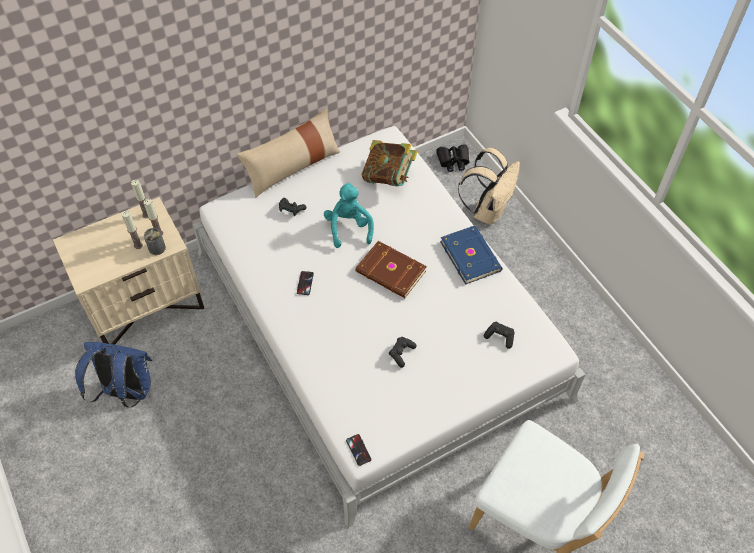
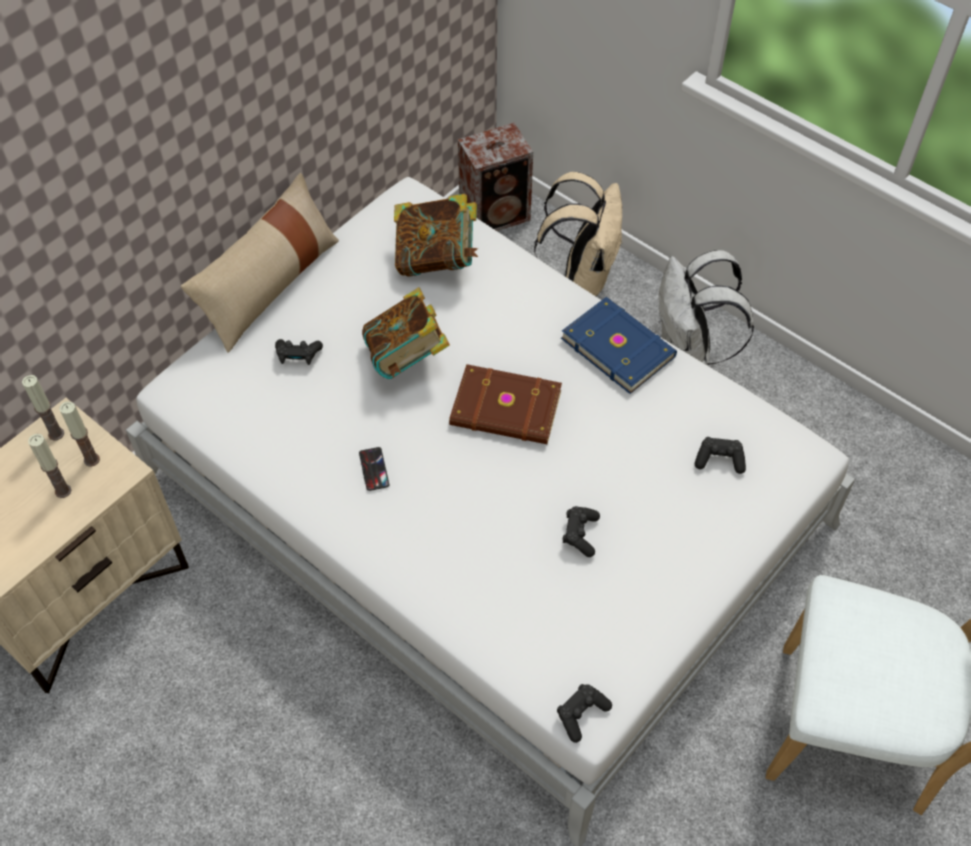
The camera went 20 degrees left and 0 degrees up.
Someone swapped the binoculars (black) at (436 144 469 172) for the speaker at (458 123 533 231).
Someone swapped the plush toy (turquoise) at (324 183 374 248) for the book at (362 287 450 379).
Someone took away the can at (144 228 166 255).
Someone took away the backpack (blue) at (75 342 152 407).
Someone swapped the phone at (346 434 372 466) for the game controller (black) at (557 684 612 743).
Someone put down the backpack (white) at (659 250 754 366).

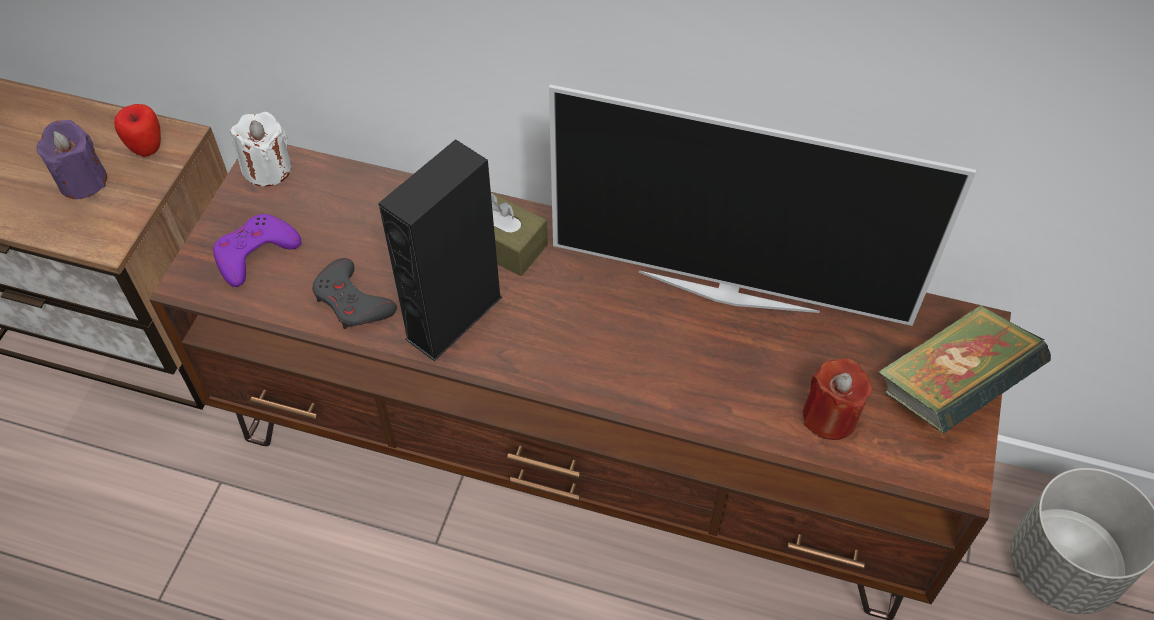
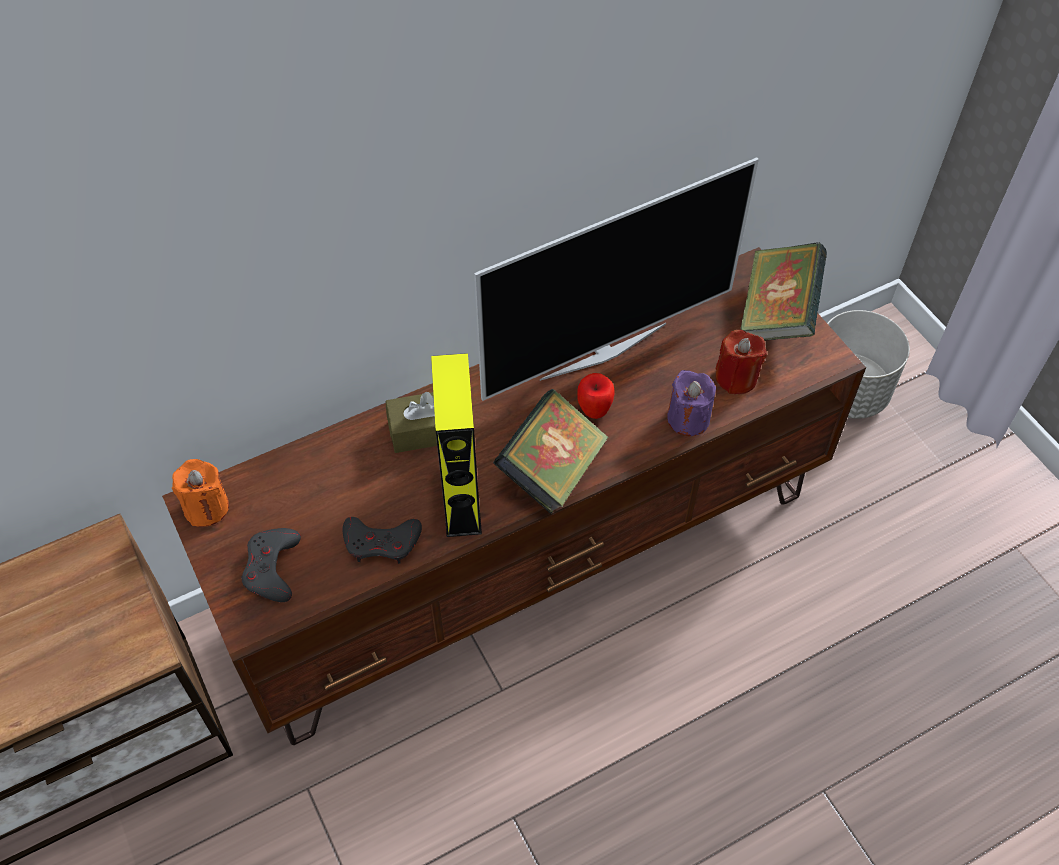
The camera went 45 degrees left and 0 degrees up.
Someone carried the apple from (114 104 161 157) to (577 373 614 419).
Someone repainted the candle (white) at (230 112 291 187), which became the candle (orange) at (172 459 229 527).
Someone carried the candle (purple) from (36 120 107 199) to (667 370 716 436).
Someone repainted the speaker (black) at (378 139 502 361), which became the speaker (yellow) at (431 353 482 537).
Someone repainted the game controller (purple) at (213 214 301 287), which became the game controller (grey) at (241 528 301 602).
Someone put down the book at (493 389 608 514).

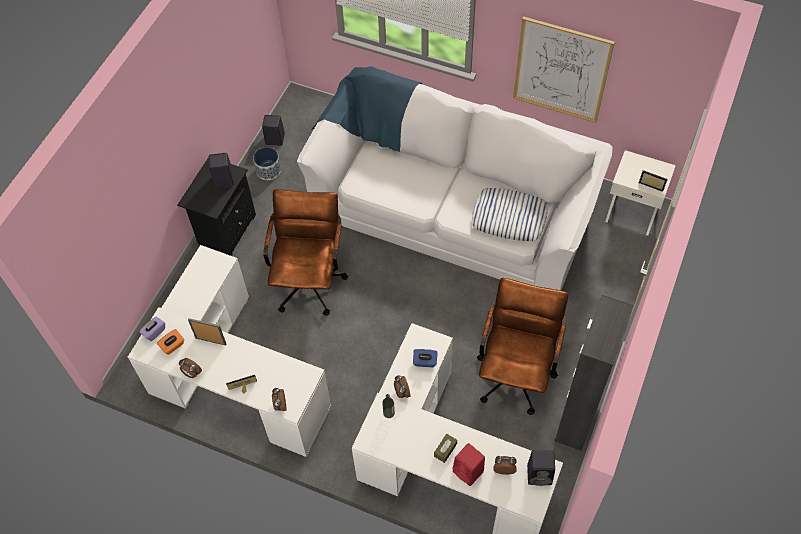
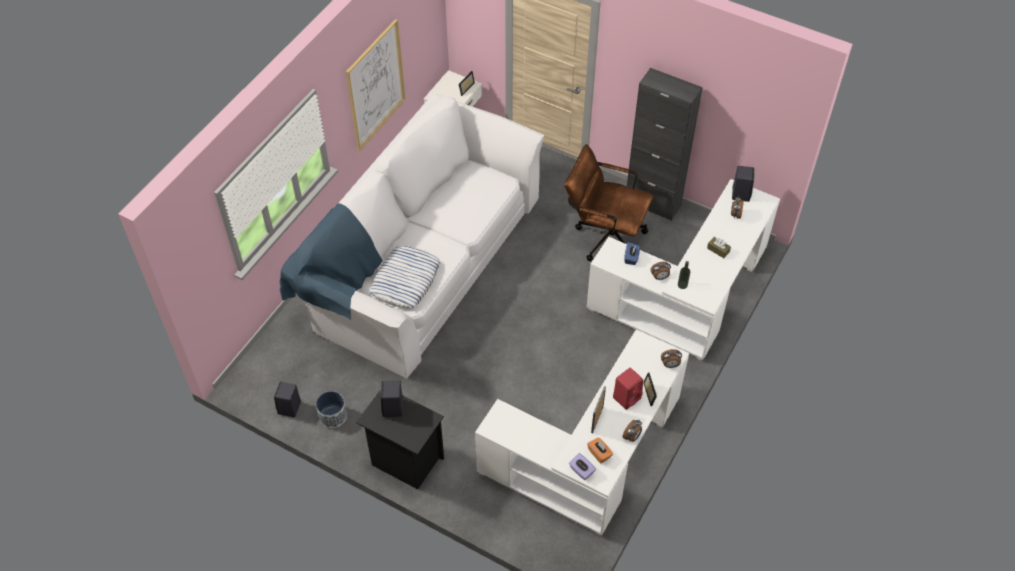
The camera went 85 degrees left and 5 degrees down.
Someone carried the pillow from (472 188 548 241) to (370 246 440 308).
Someone took away the office chair (brown) at (263 189 348 316).
Someone carried the speaker (red) from (452 443 485 486) to (613 368 643 410).

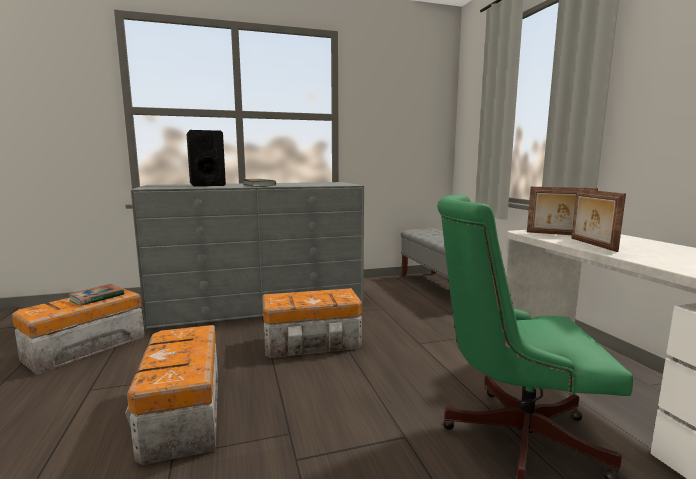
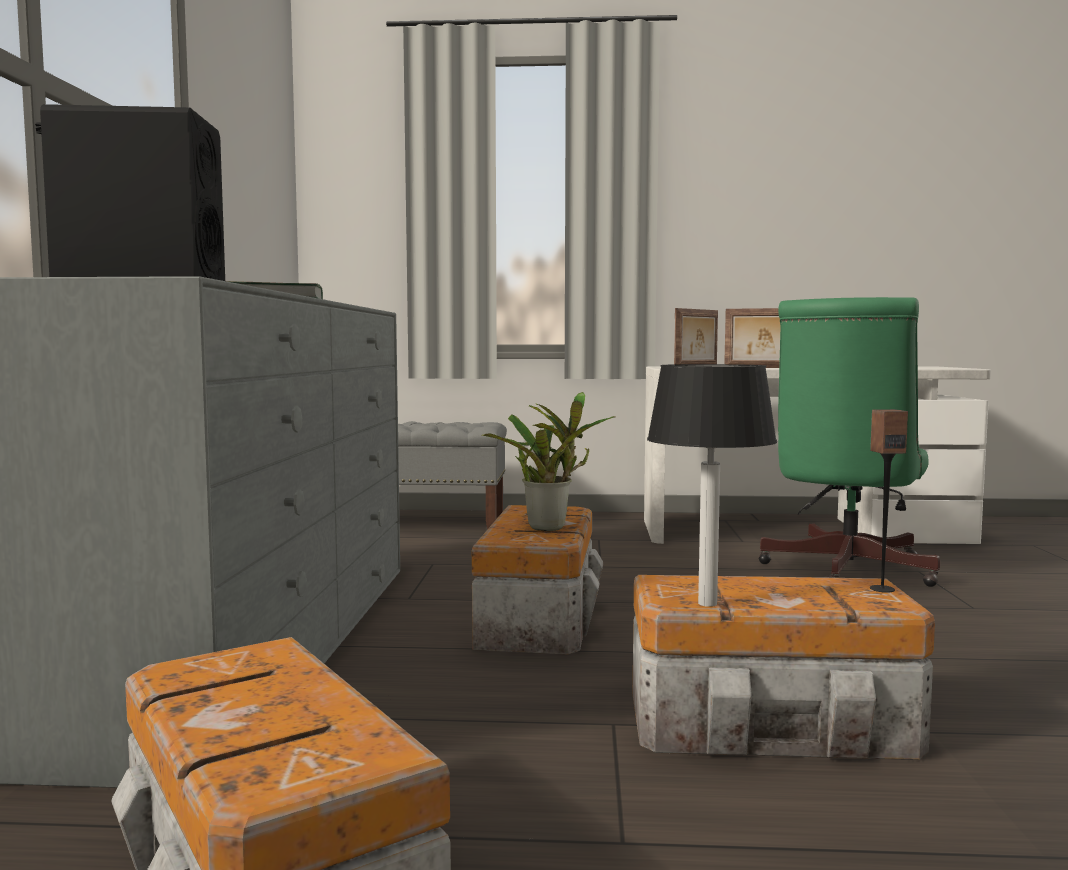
The camera went 70 degrees left and 5 degrees down.
Someone took away the book at (68 284 124 306).
Someone put down the table lamp at (647 364 777 607).
Someone put down the potted plant at (482 392 616 531).
Someone put down the speaker at (870 409 908 593).

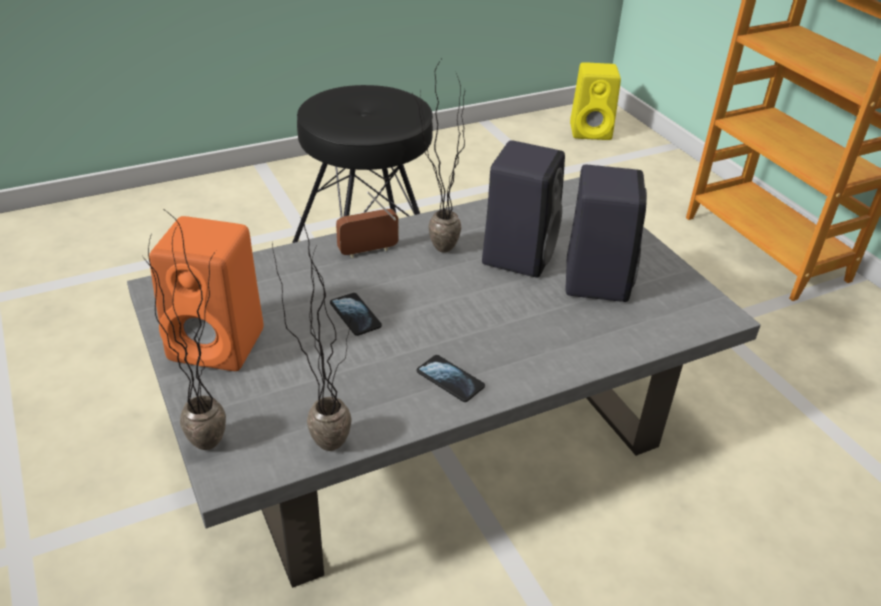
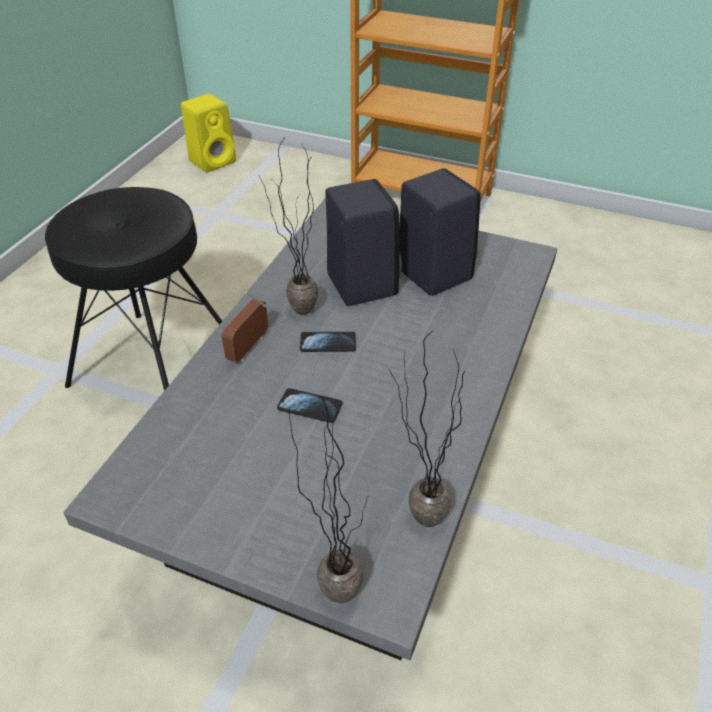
The camera went 40 degrees left and 5 degrees up.
Someone took away the speaker (orange) at (149 216 264 371).
Someone carried the phone from (417 355 485 402) to (300 332 356 352).

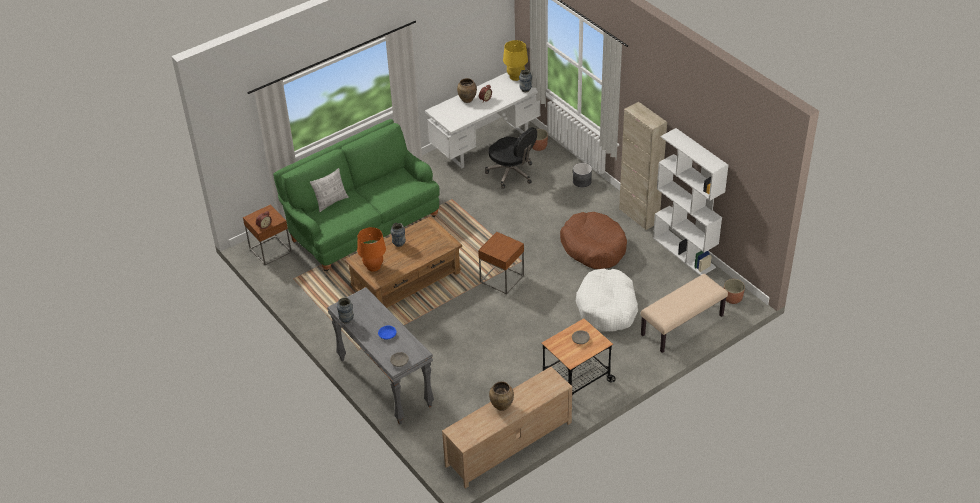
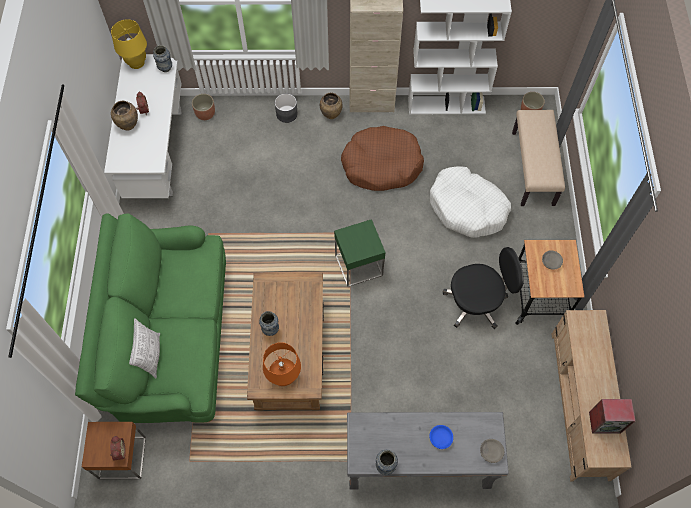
The camera went 55 degrees left and 20 degrees up.
Someone carried the office chair (black) from (485 127 537 189) to (443 247 524 329).
Someone repainted the side table (brown) at (478 232 524 294), which became the side table (green) at (334 219 385 287).
Someone carried the vase (brown) from (489 381 514 411) to (320 92 343 119).
Someone put down the speaker at (589 399 635 434).

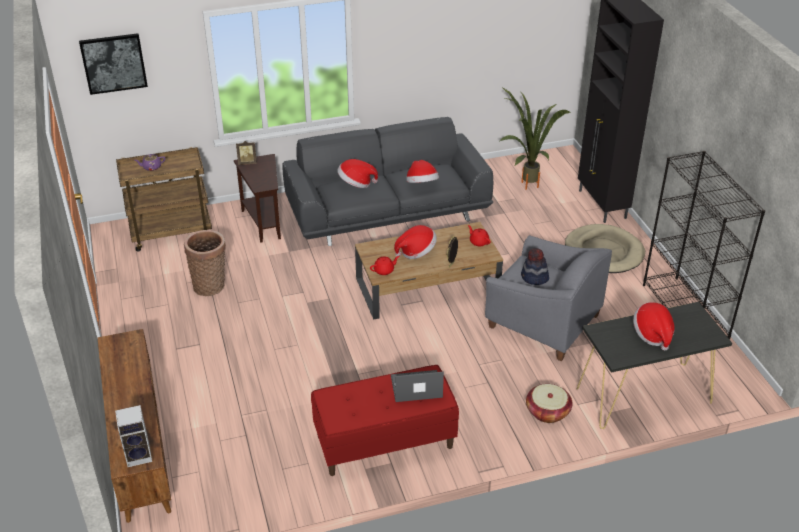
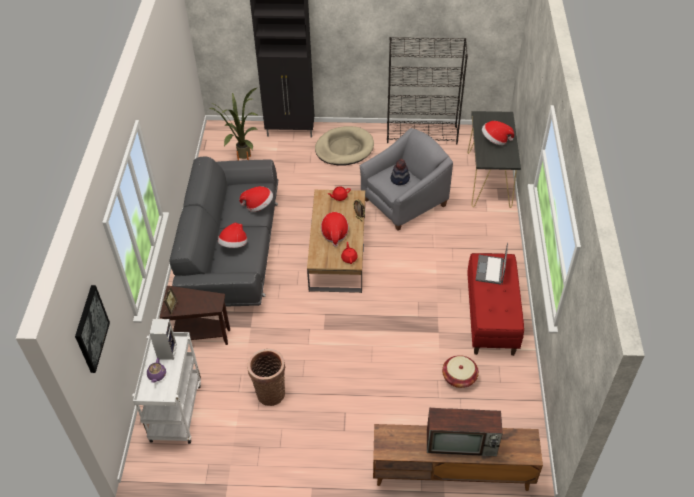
The camera went 70 degrees left and 10 degrees up.
Someone repainted the cart (brown) at (116 147 212 252), which became the cart (white) at (132 332 201 444).
Someone carried the basket from (526 384 572 423) to (442 355 479 388).
Someone carried the speaker from (115 405 152 467) to (149 319 177 360).
Someone put down the television at (427 408 503 457).

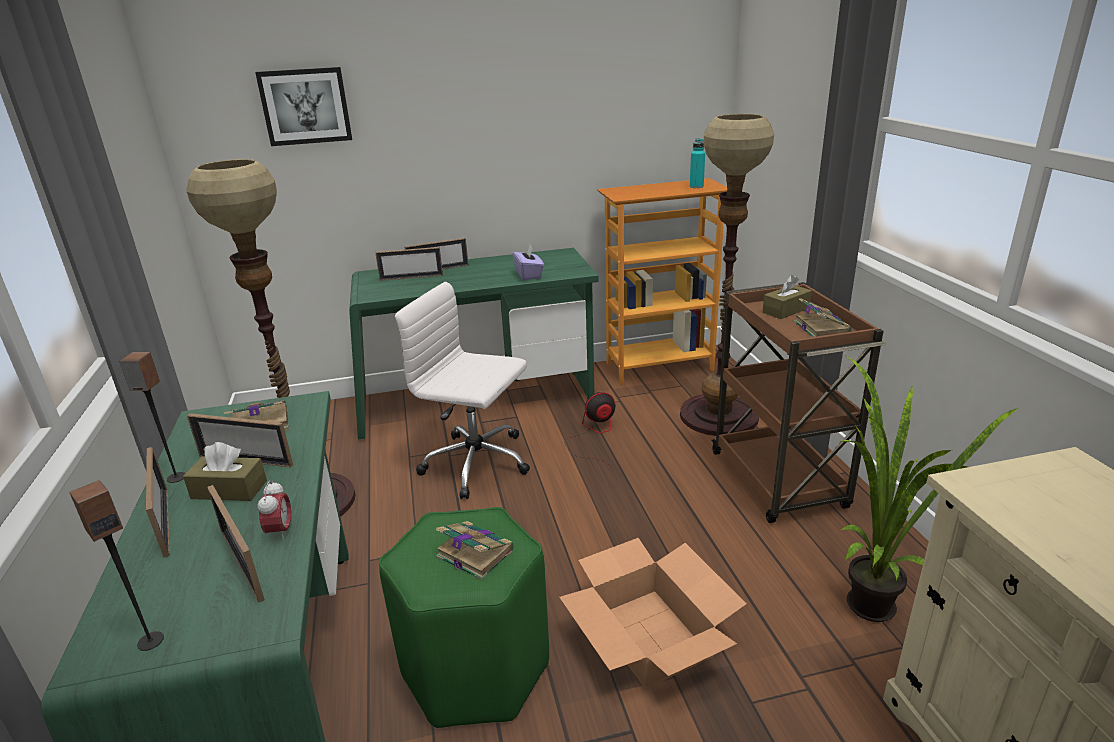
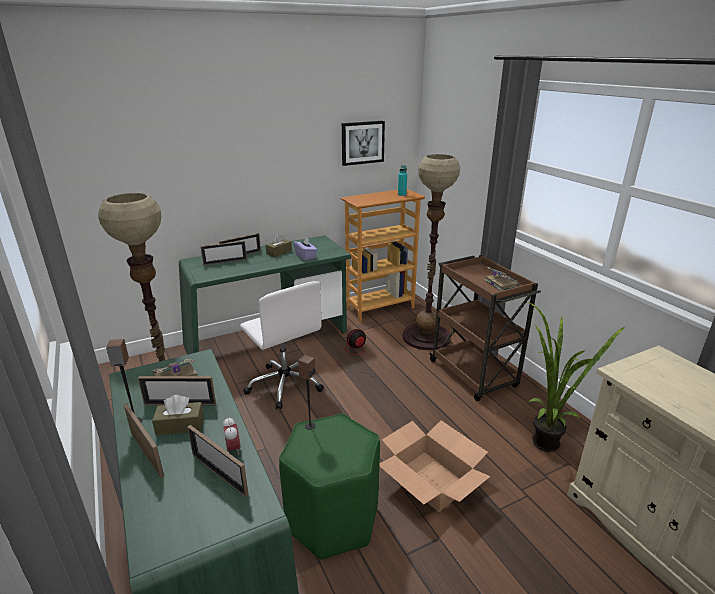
The camera went 15 degrees left and 0 degrees up.
Someone carried the picture from (255 67 352 146) to (342 121 385 166).
Someone carried the tissue box (brown) from (763 275 812 319) to (266 234 292 257).
Someone rotated the office chair (white) at (395 282 530 499) by 135 degrees counterclockwise.
Someone carried the speaker from (69 480 164 651) to (298 355 315 430).
Someone took away the book at (436 521 514 580).

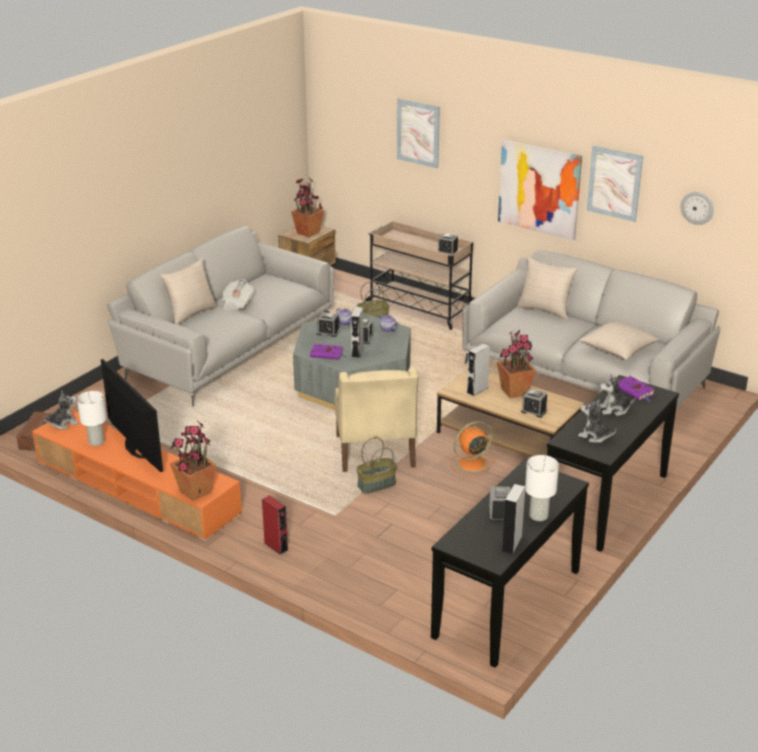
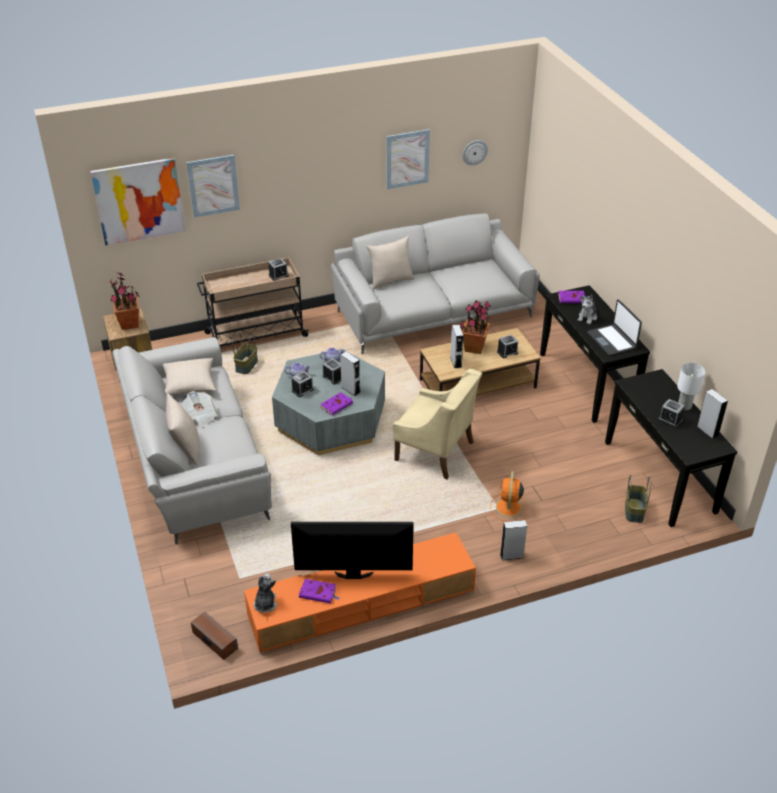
The camera went 55 degrees left and 10 degrees up.
Someone carried the picture from (498 139 582 240) to (90 158 185 245).
Someone carried the pillow (beige) from (579 321 659 360) to (163 358 216 395).
Someone swapped the table lamp (white) at (77 391 107 446) for the book (purple) at (299 579 339 604).
Someone swapped the plush toy at (578 400 616 443) for the laptop at (587 300 642 356).
Someone carried the fan (orange) from (450 421 496 477) to (490 471 528 522).
Someone took away the potted plant at (170 422 216 501).
Someone carried the basket from (356 437 397 494) to (625 475 651 523).
Someone repainted the speaker (red) at (262 495 288 555), which became the speaker (grey) at (500 520 527 560).

